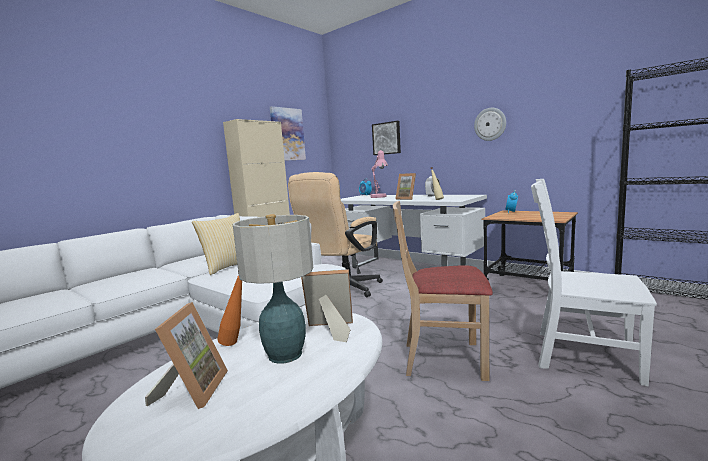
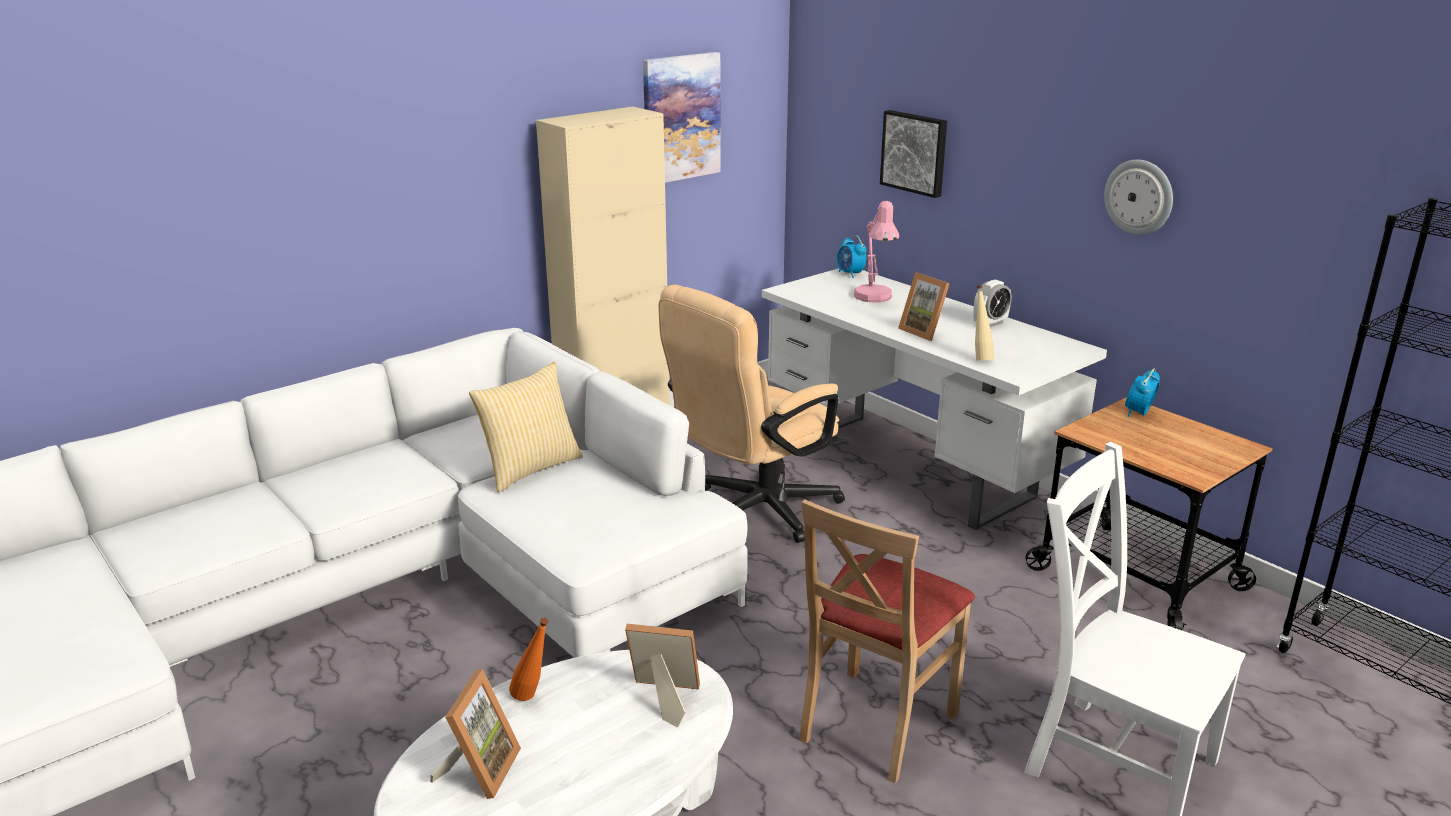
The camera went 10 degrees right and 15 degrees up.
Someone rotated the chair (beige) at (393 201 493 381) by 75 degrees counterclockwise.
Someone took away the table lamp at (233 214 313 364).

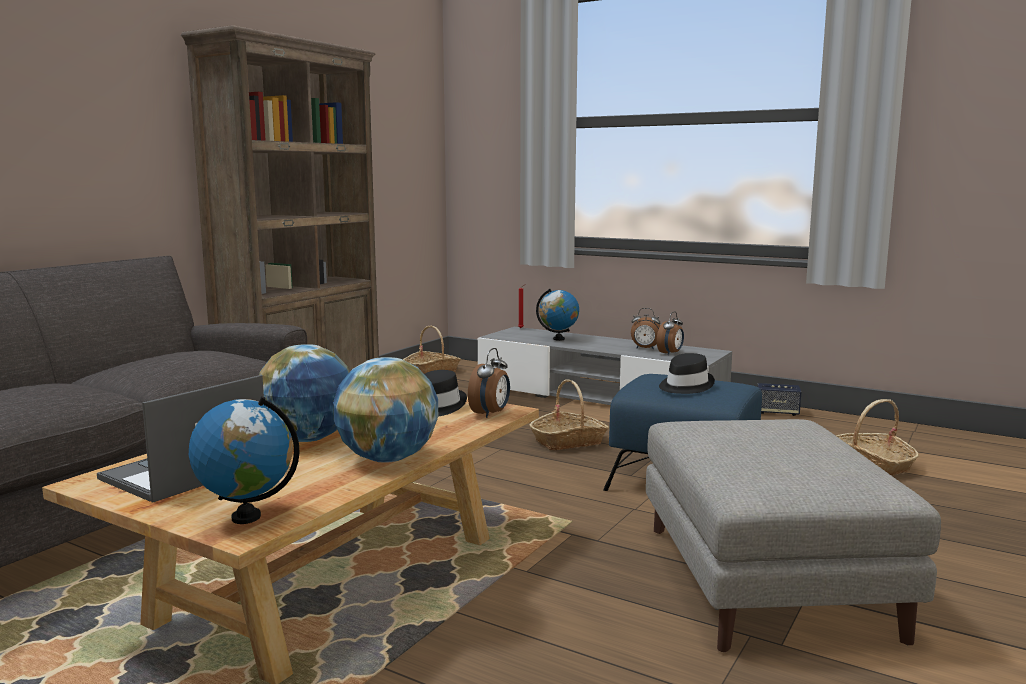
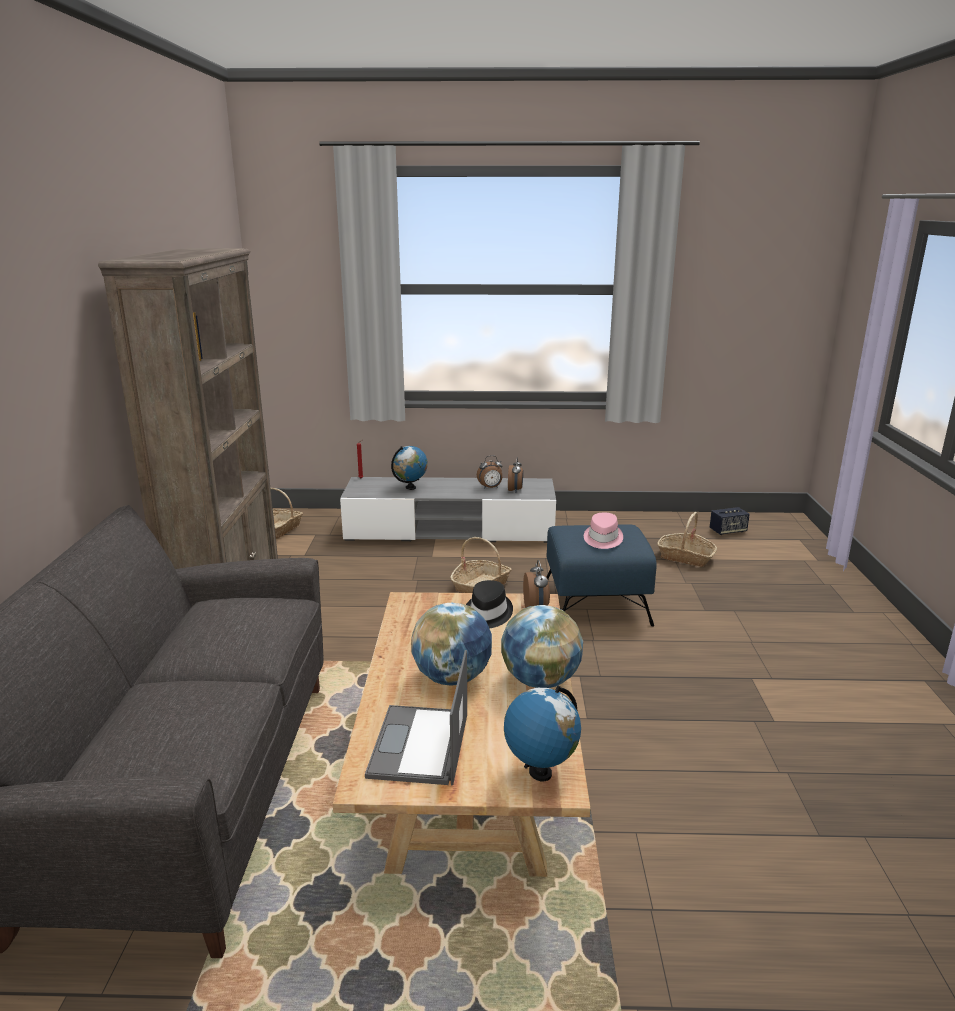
The camera went 30 degrees left and 10 degrees up.
Someone repainted the hat (black) at (659 353 715 394), which became the hat (pink) at (584 513 623 549).
Someone carried the speaker from (757 383 801 416) to (710 507 750 535).
Someone took away the ottoman (grey) at (646 419 941 652).

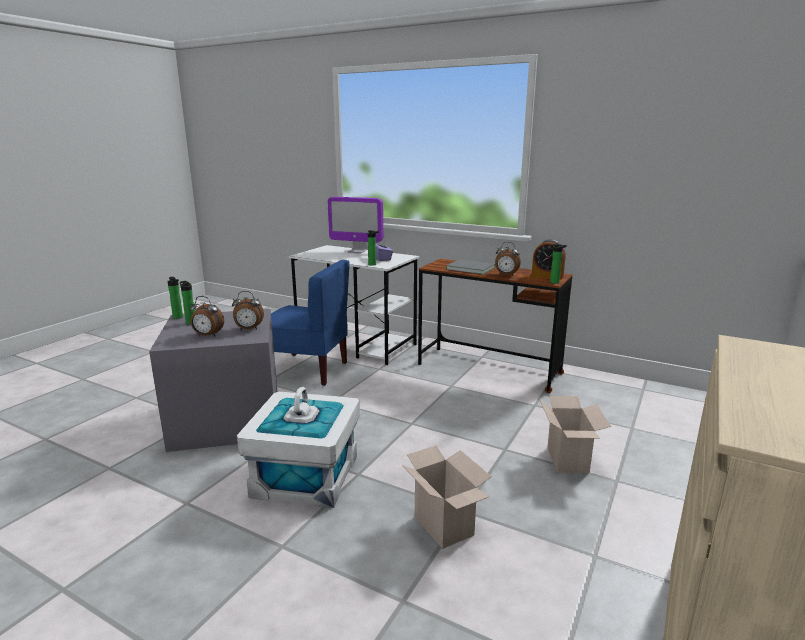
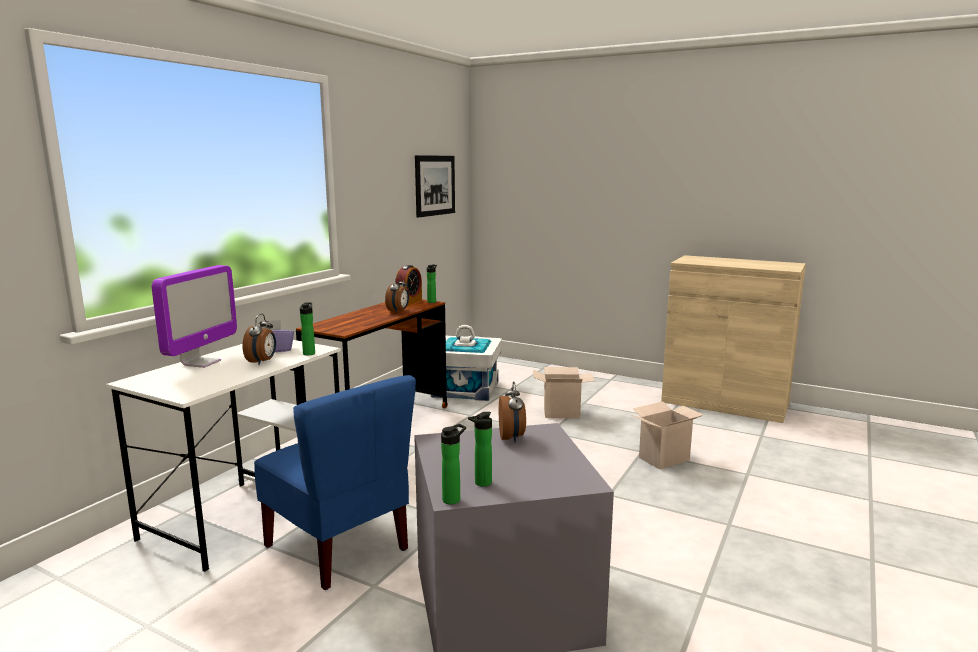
The camera went 90 degrees left and 5 degrees down.
Someone took away the book (grey) at (446 259 495 274).
Someone rotated the chair (blue) at (271 260 350 386) by 120 degrees clockwise.
Someone carried the alarm clock from (190 296 224 336) to (242 314 276 365).
Someone carried the storage box (white) from (237 387 360 508) to (431 325 502 401).
Someone put up the picture at (415 155 455 218).

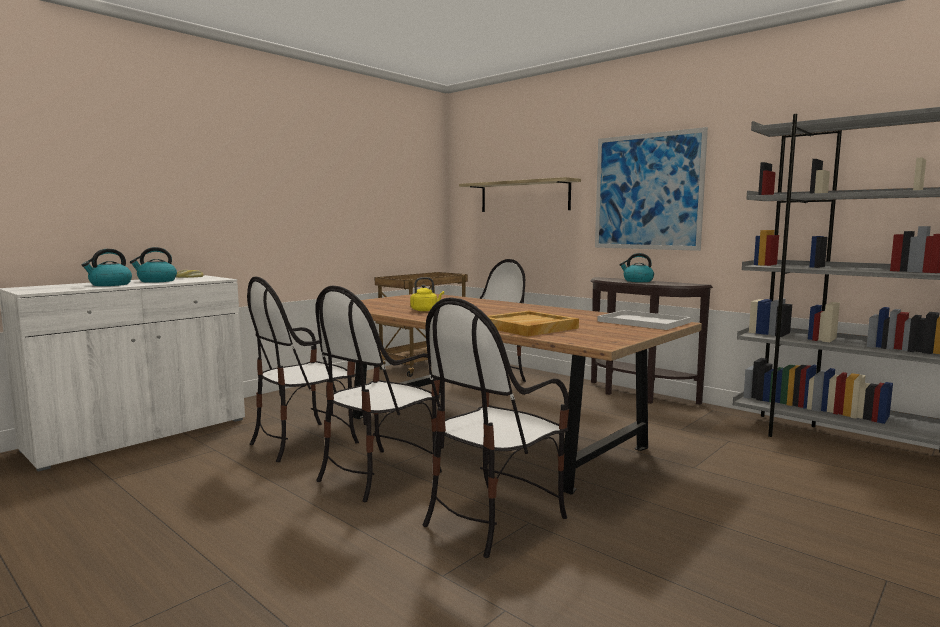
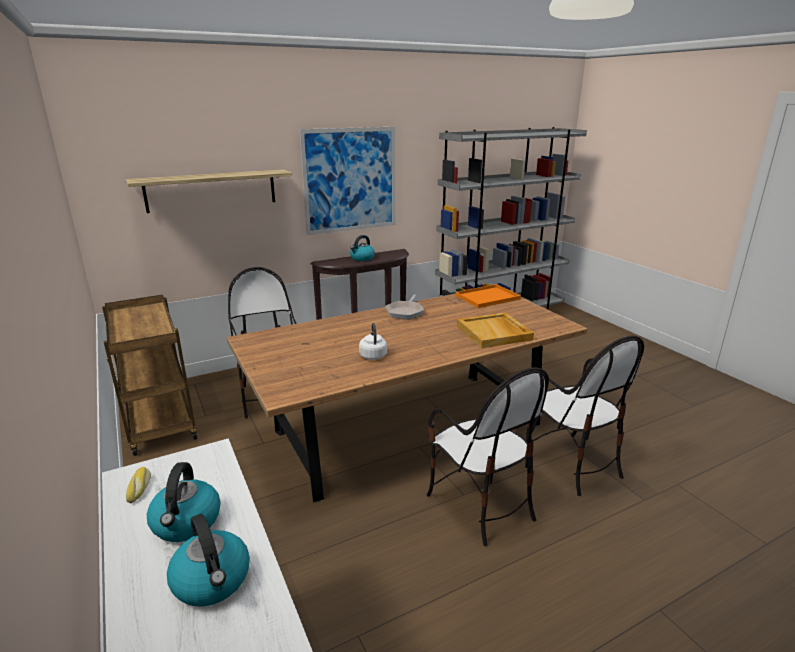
The camera went 70 degrees left and 15 degrees up.
Someone took away the chair at (247 276 359 462).
Someone repainted the kettle (yellow) at (410 277 444 311), which became the kettle (white) at (359 323 387 360).
Someone repainted the tray (white) at (597 310 691 330), which became the tray (orange) at (455 284 521 308).
Someone put down the frying pan at (386 294 424 320).

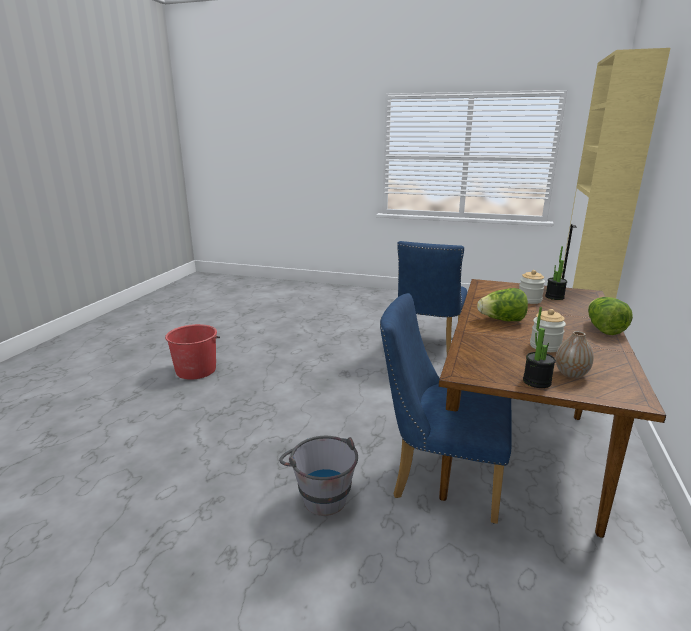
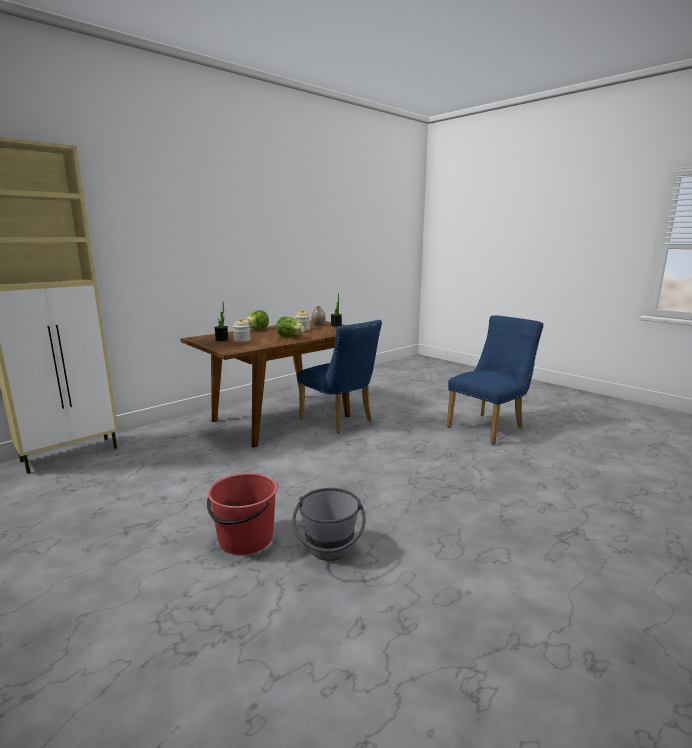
The camera went 150 degrees left and 5 degrees down.
Someone carried the chair (blue) from (397 241 467 354) to (447 315 543 444).
Someone carried the bucket (red) from (165 324 220 380) to (207 473 277 555).
Someone carried the bucket (grey) from (279 436 358 516) to (292 488 366 561).

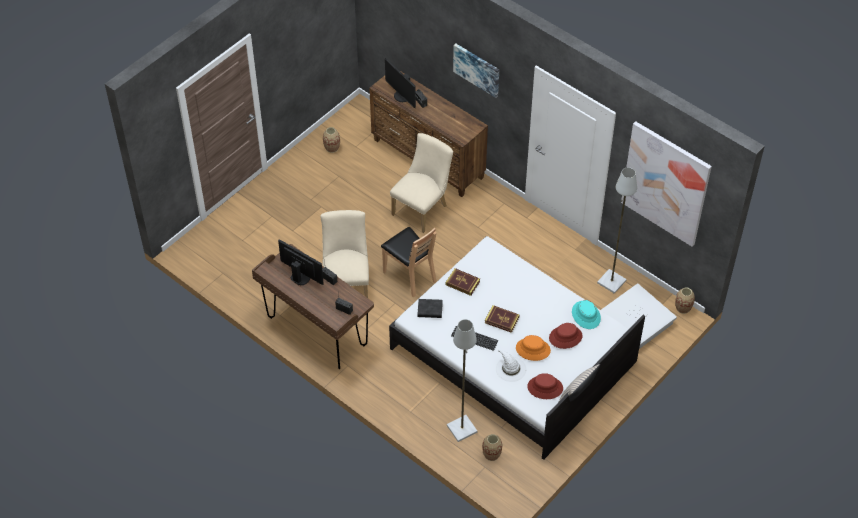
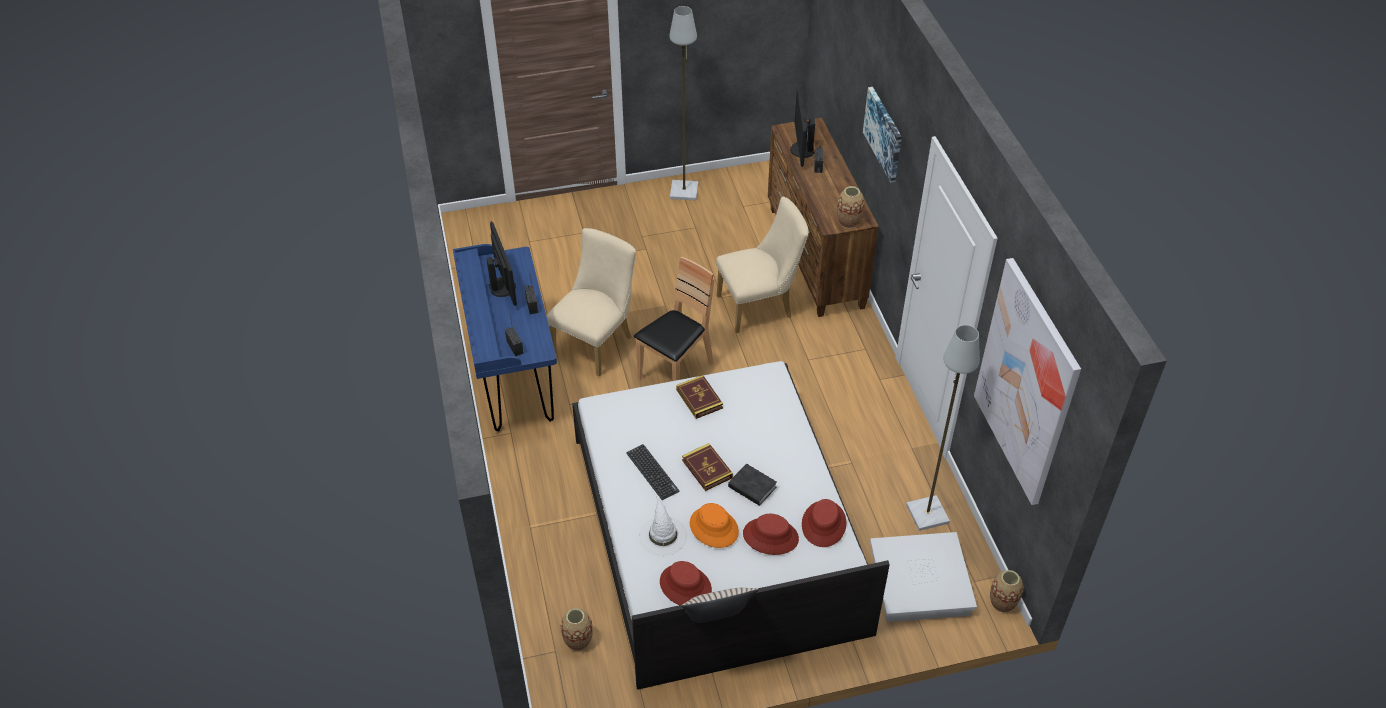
The camera went 35 degrees right and 5 degrees down.
Someone carried the vase from (323 127 340 153) to (837 186 864 228).
Someone rotated the chair (brown) at (381 227 436 297) by 135 degrees counterclockwise.
Someone repainted the desk (brown) at (252 244 374 369), which became the desk (blue) at (453 244 557 432).
Someone carried the book (black) from (418 299 443 318) to (728 464 777 506).
Someone repainted the hat (turquoise) at (572 300 601 329), which became the hat (red) at (802 499 847 547).
Someone carried the floor lamp (grey) from (447 319 478 442) to (669 6 698 201).

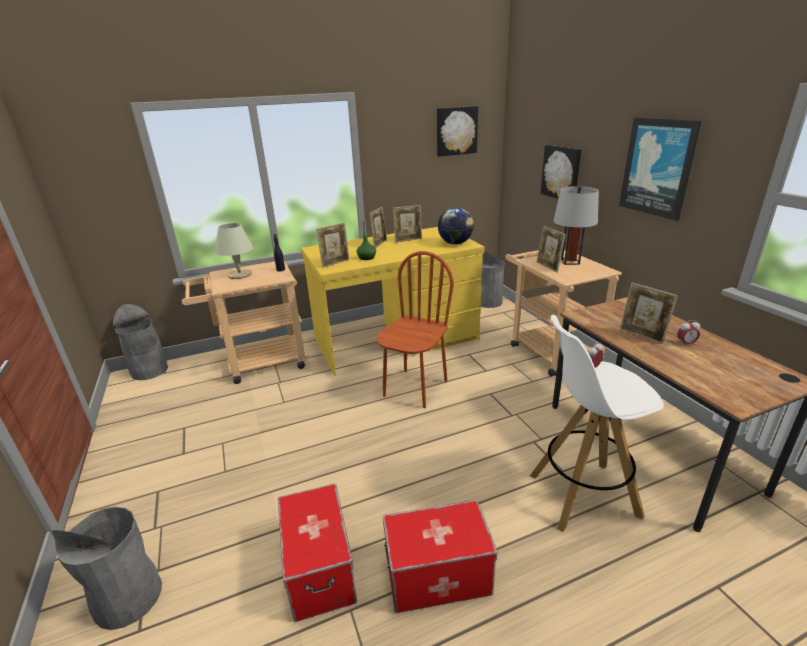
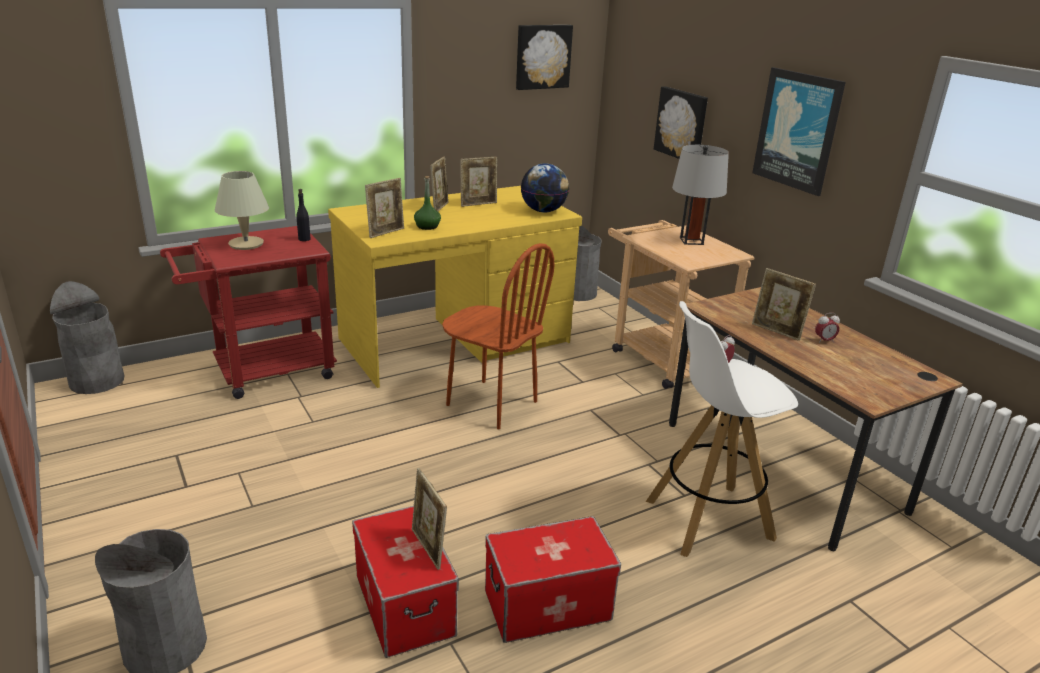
The camera went 10 degrees left and 0 degrees up.
Someone carried the picture frame from (536 225 566 273) to (412 468 447 570).
Someone rotated the chair (brown) at (377 251 454 408) by 105 degrees clockwise.
Someone repainted the cart (beige) at (182 261 308 384), which became the cart (red) at (160 226 337 399).

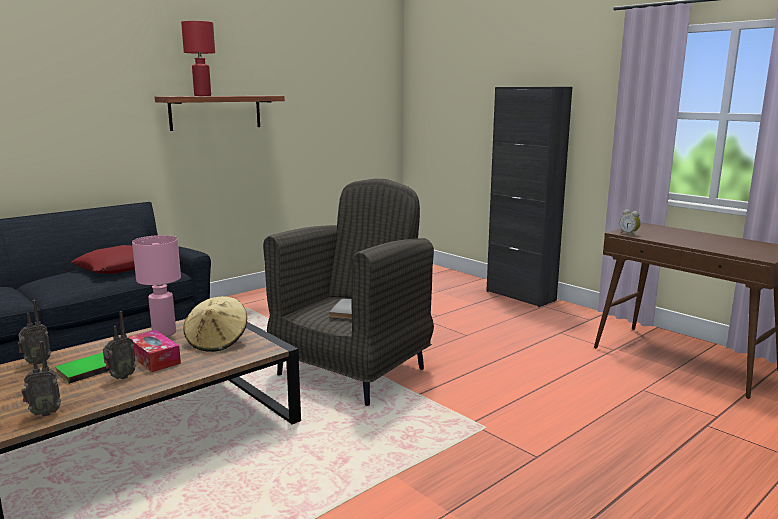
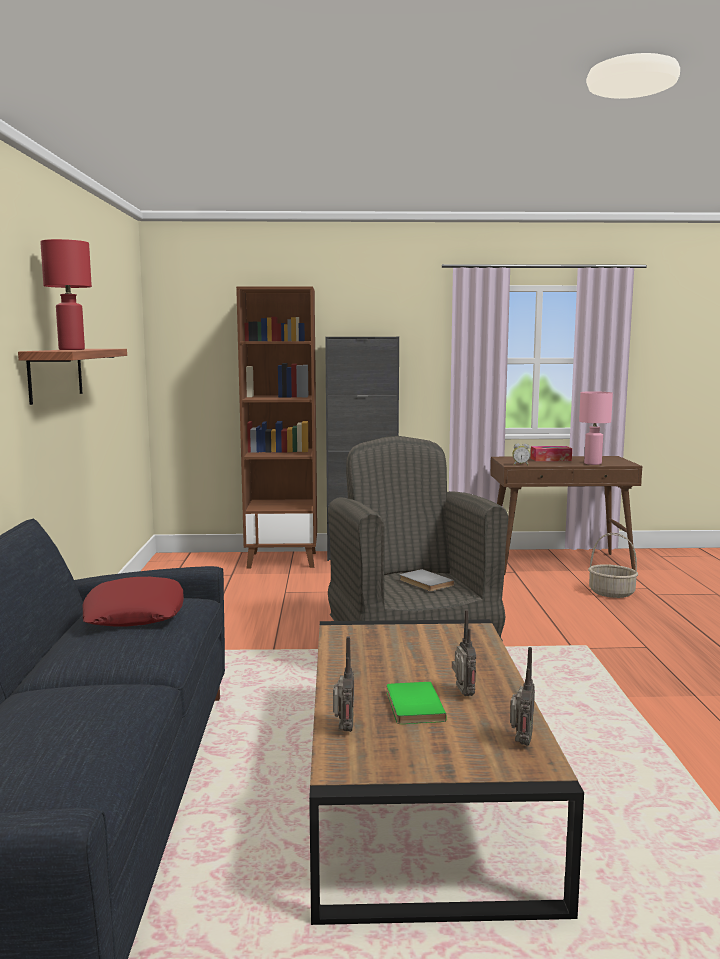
The camera went 50 degrees left and 5 degrees down.
Someone carried the table lamp (pink) from (132 235 181 337) to (579 391 613 465).
Someone took away the hat (beige) at (183 296 247 352).
Someone carried the tissue box from (128 330 181 372) to (531 446 572 461).
Someone put down the bookcase (brown) at (236 286 317 568).
Someone put down the basket at (588 533 638 598).

